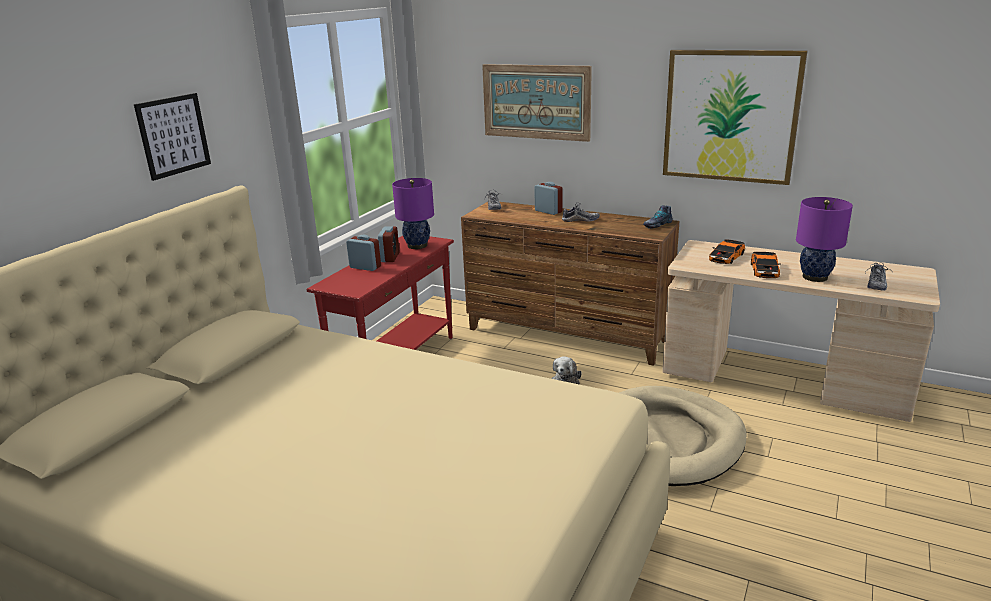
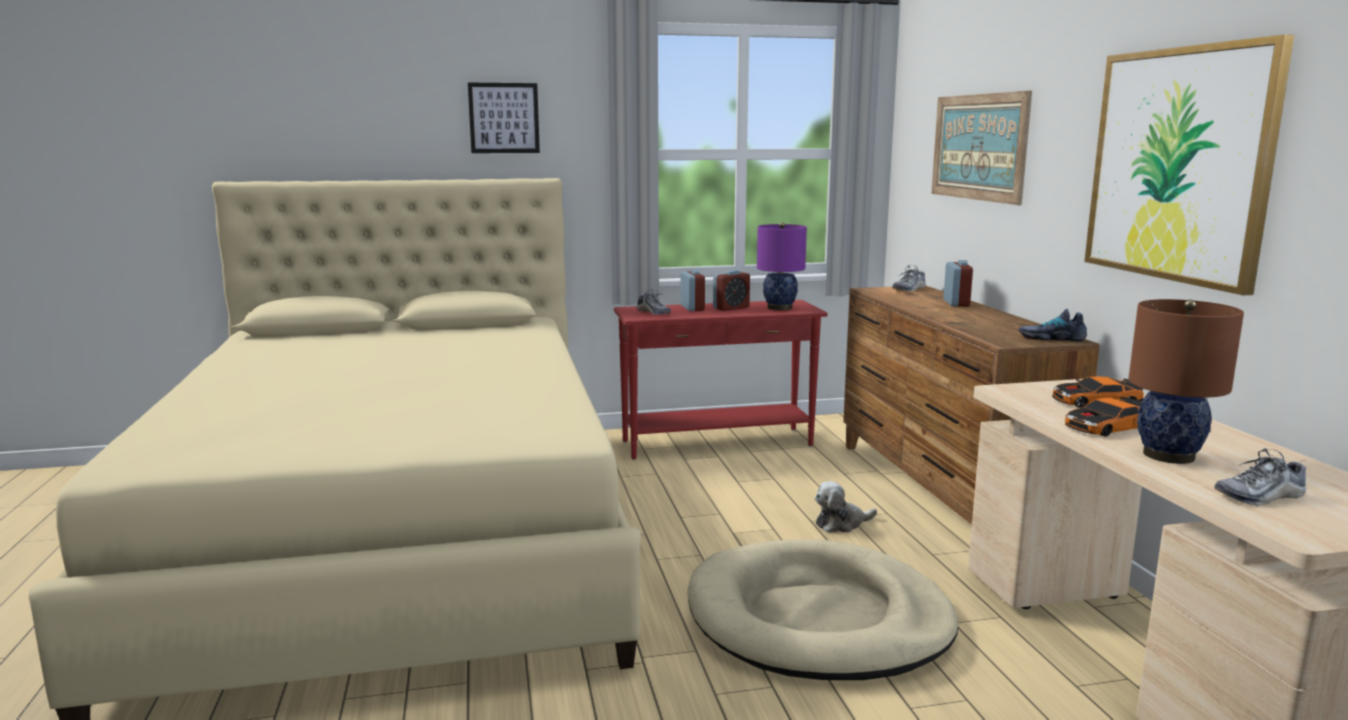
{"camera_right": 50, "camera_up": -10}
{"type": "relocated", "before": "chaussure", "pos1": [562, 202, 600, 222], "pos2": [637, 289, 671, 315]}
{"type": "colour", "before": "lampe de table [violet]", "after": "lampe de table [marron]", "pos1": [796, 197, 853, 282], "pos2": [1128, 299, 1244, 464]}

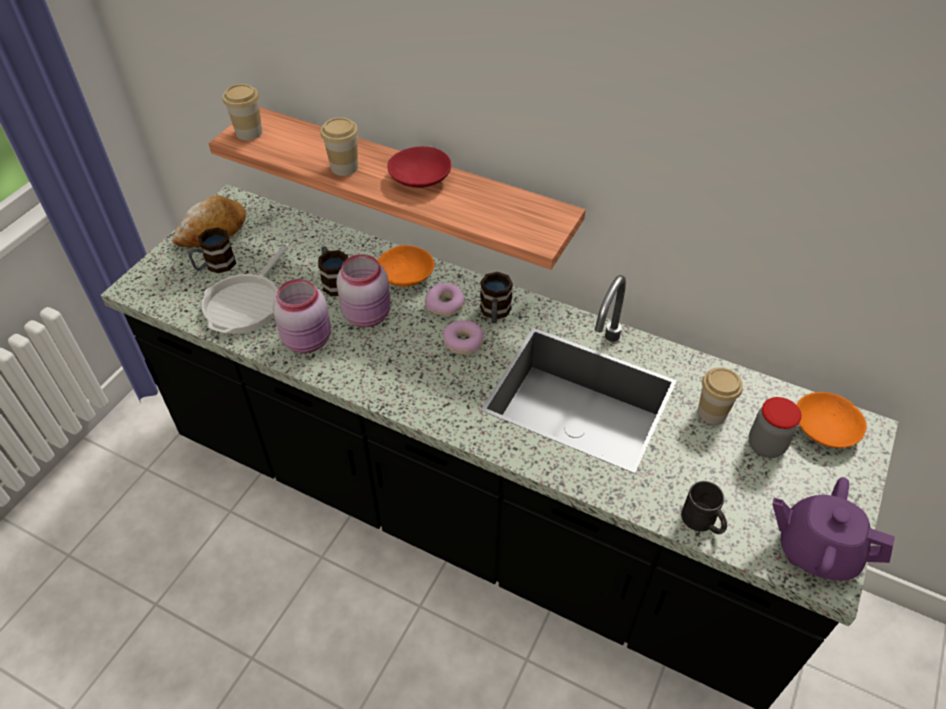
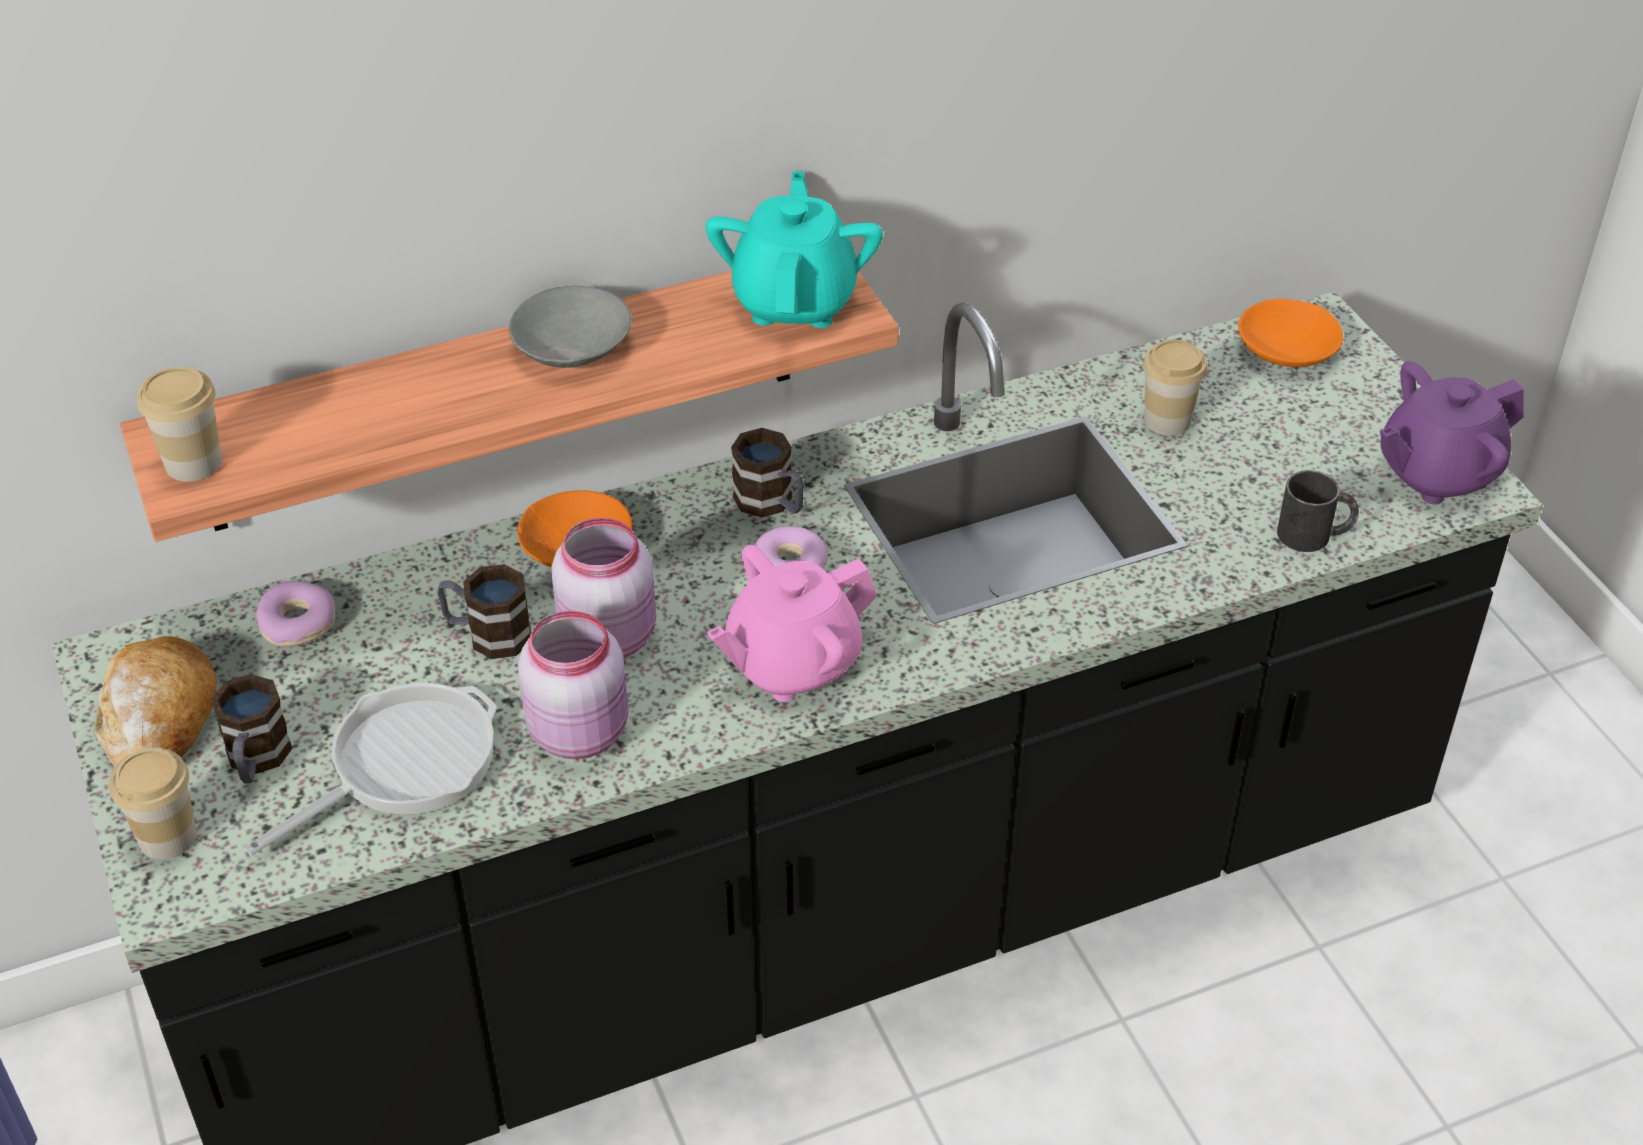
{"camera_right": -50, "camera_up": -5}
{"type": "missing", "before": "bocal", "pos1": [749, 397, 802, 458]}
{"type": "appeared", "after": "théière [turquoise]", "pos2": [706, 171, 883, 328]}
{"type": "appeared", "after": "théière [rose]", "pos2": [707, 545, 877, 702]}
{"type": "relocated", "before": "tasse", "pos1": [321, 117, 358, 176], "pos2": [110, 748, 197, 860]}
{"type": "relocated", "before": "beignet", "pos1": [425, 283, 465, 316], "pos2": [255, 581, 335, 647]}
{"type": "colour", "before": "bol [rouge]", "after": "bol [gris]", "pos1": [387, 146, 452, 188], "pos2": [509, 286, 632, 368]}
{"type": "spun", "before": "poêle", "pos1": [201, 243, 289, 334], "pos2": [245, 683, 497, 856], "turn": -105}

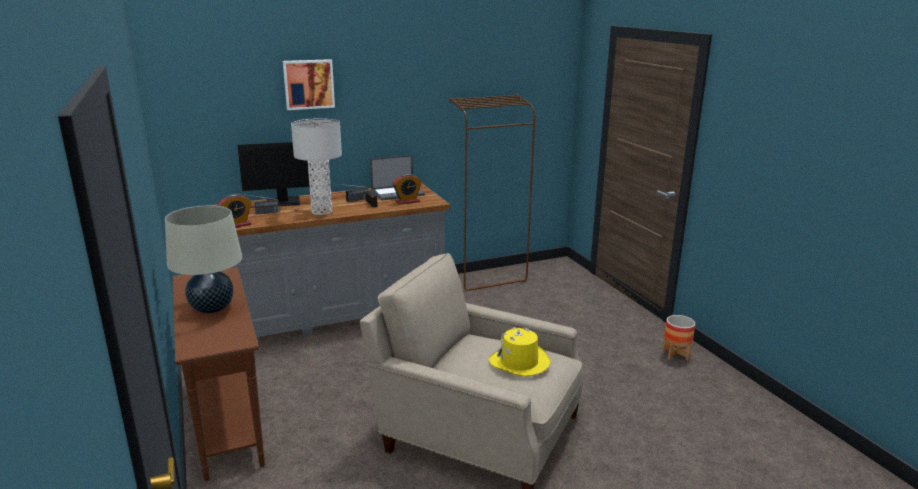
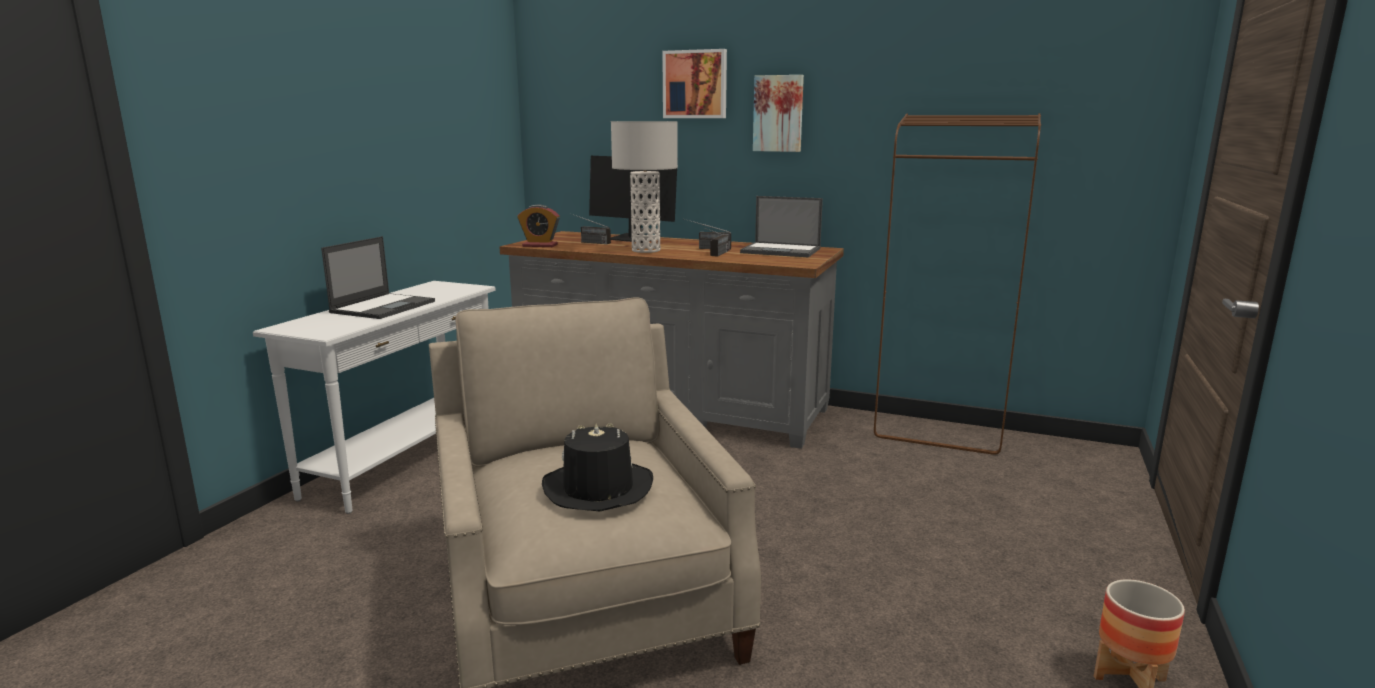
{"camera_right": 45, "camera_up": -5}
{"type": "missing", "before": "réveil", "pos1": [392, 173, 422, 205]}
{"type": "appeared", "after": "tableau", "pos2": [753, 75, 804, 152]}
{"type": "exchanged", "before": "lampe de table [beige]", "after": "ordinateur portable", "pos1": [165, 205, 242, 313], "pos2": [321, 236, 435, 319]}
{"type": "colour", "before": "table console [marron]", "after": "table console [blanc]", "pos1": [173, 267, 265, 482], "pos2": [253, 281, 496, 514]}
{"type": "colour", "before": "chapeau [jaune]", "after": "chapeau [noir]", "pos1": [489, 327, 551, 376], "pos2": [542, 423, 653, 511]}

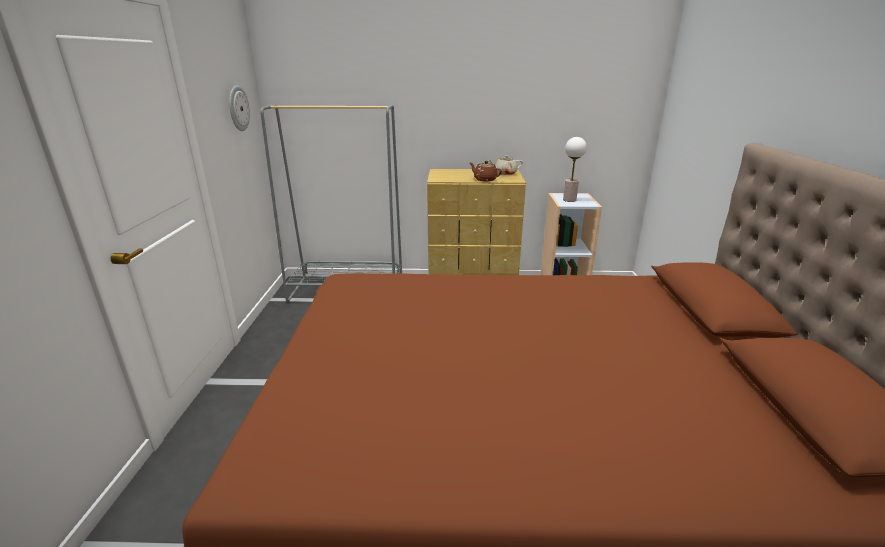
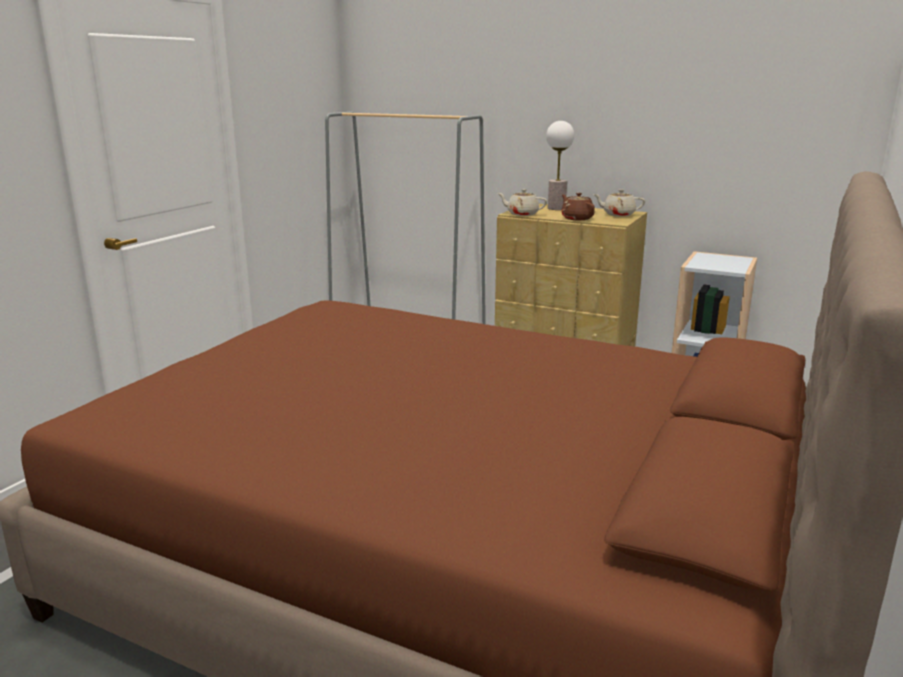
{"camera_right": 25, "camera_up": -5}
{"type": "missing", "before": "horloge murale", "pos1": [229, 85, 250, 131]}
{"type": "appeared", "after": "théière [beige]", "pos2": [498, 189, 547, 216]}
{"type": "relocated", "before": "lampe de table", "pos1": [563, 137, 587, 202], "pos2": [546, 121, 574, 210]}

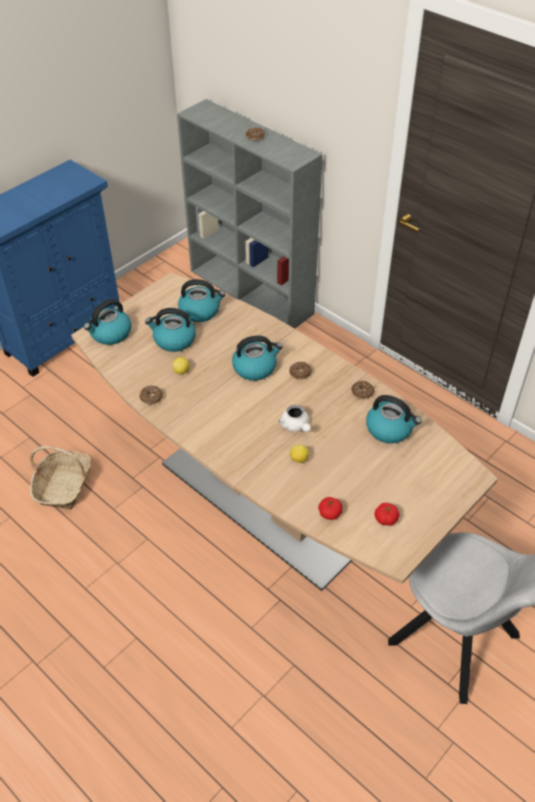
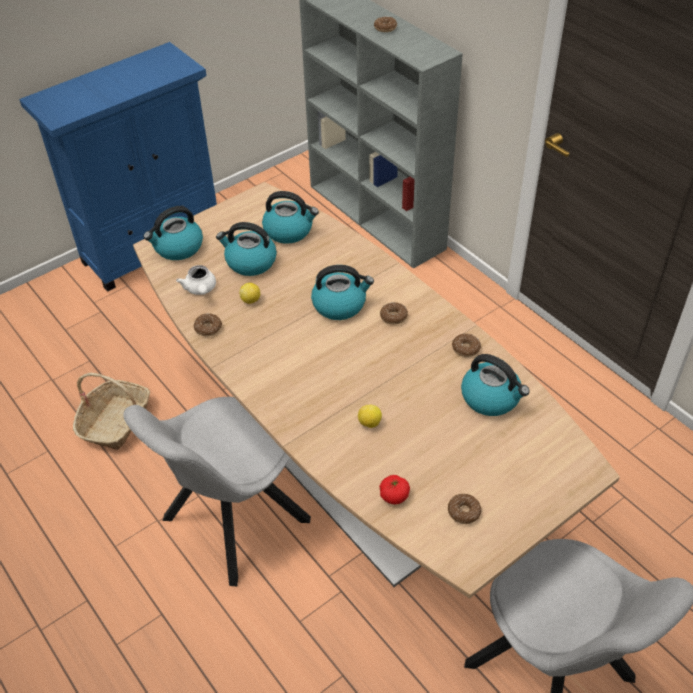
{"camera_right": 10, "camera_up": 0}
{"type": "appeared", "after": "chaise [gris]", "pos2": [123, 397, 311, 586]}
{"type": "relocated", "before": "théière [blanc]", "pos1": [278, 405, 311, 432], "pos2": [176, 265, 216, 295]}
{"type": "exchanged", "before": "tomate", "after": "beignet", "pos1": [374, 503, 399, 526], "pos2": [448, 494, 482, 524]}

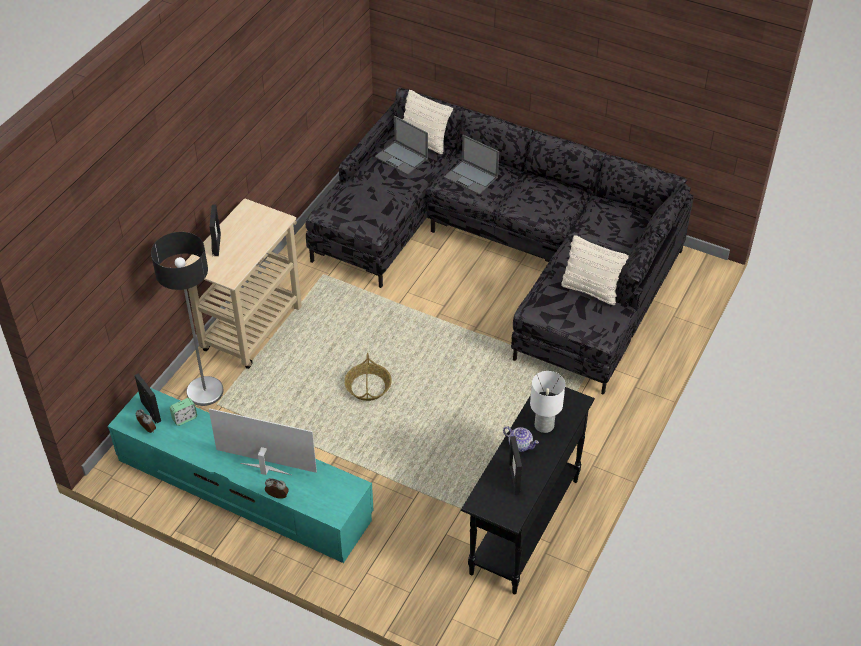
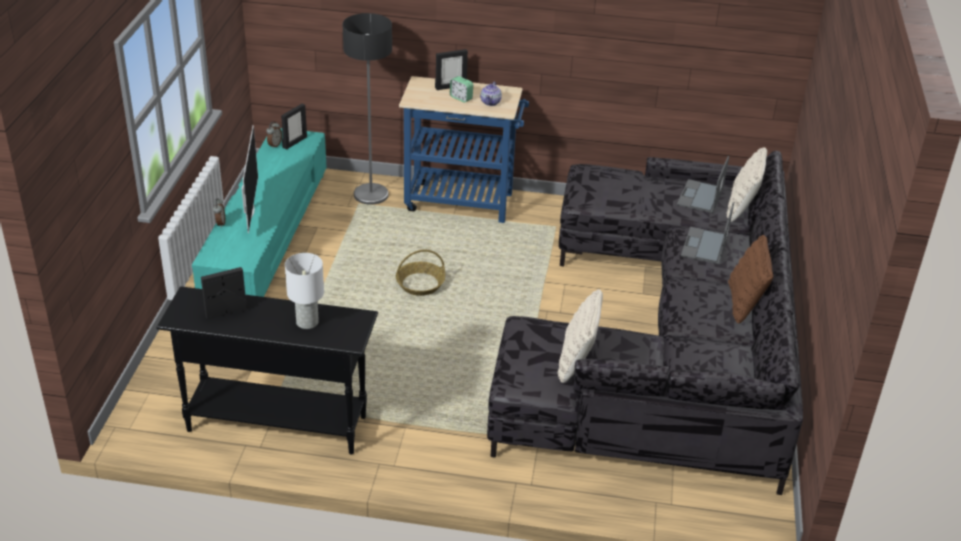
{"camera_right": 70, "camera_up": -10}
{"type": "appeared", "after": "coussin [marron]", "pos2": [728, 235, 773, 324]}
{"type": "relocated", "before": "réveil", "pos1": [170, 398, 197, 426], "pos2": [450, 76, 473, 103]}
{"type": "relocated", "before": "théière", "pos1": [503, 426, 539, 452], "pos2": [480, 82, 502, 106]}
{"type": "colour", "before": "chariot [beige]", "after": "chariot [bleu]", "pos1": [184, 199, 302, 369], "pos2": [399, 76, 529, 223]}

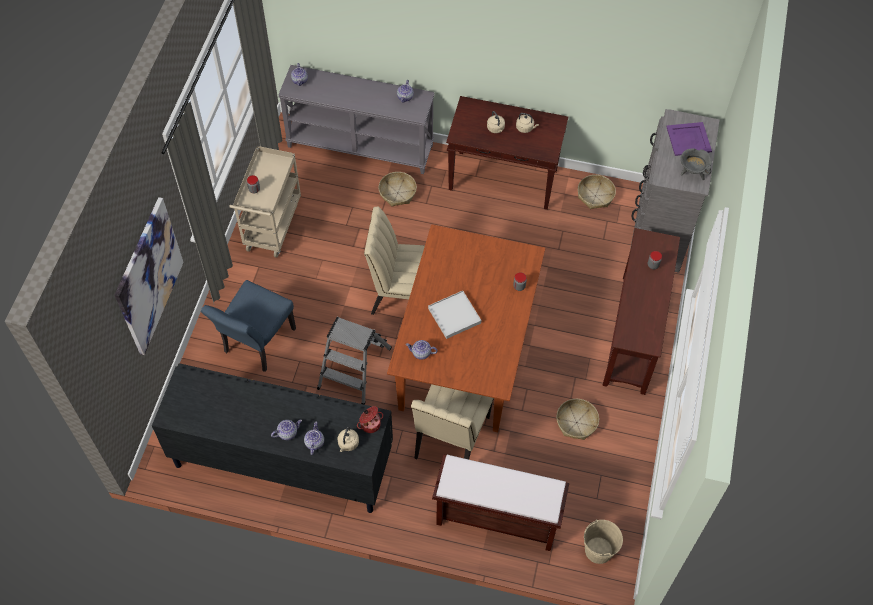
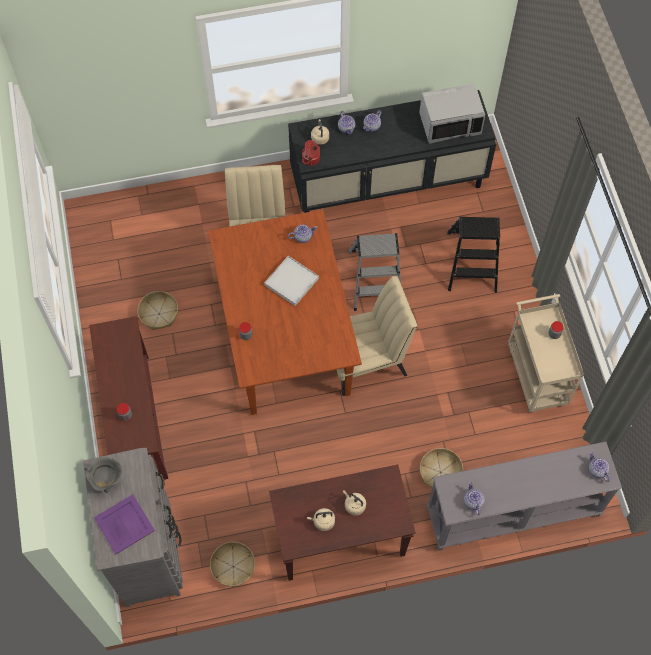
{"camera_right": 155, "camera_up": 5}
{"type": "missing", "before": "tableau", "pos1": [115, 197, 184, 355]}
{"type": "missing", "before": "banc [marron]", "pos1": [432, 455, 569, 551]}
{"type": "missing", "before": "seau [beige]", "pos1": [584, 519, 623, 564]}
{"type": "appeared", "after": "micro-ondes [gris]", "pos2": [419, 83, 485, 144]}
{"type": "exchanged", "before": "chaise [bleu]", "after": "escabeau [noir]", "pos1": [201, 280, 296, 372], "pos2": [447, 216, 500, 293]}

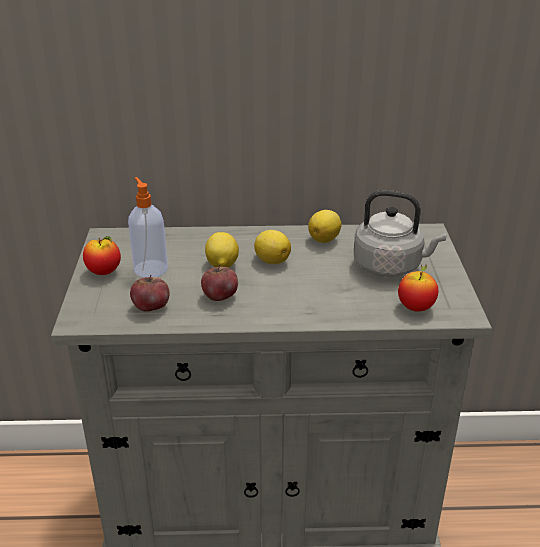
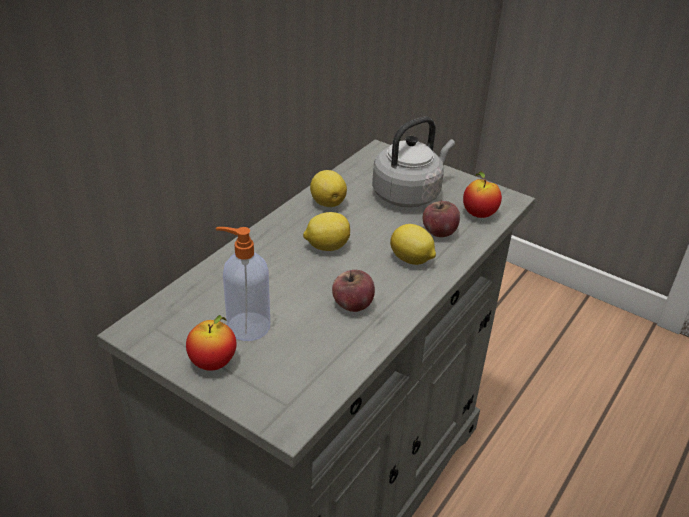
{"camera_right": -55, "camera_up": 5}
{"type": "relocated", "before": "pomme", "pos1": [130, 275, 170, 312], "pos2": [423, 199, 460, 237]}
{"type": "relocated", "before": "citron", "pos1": [205, 232, 239, 268], "pos2": [390, 224, 436, 265]}

